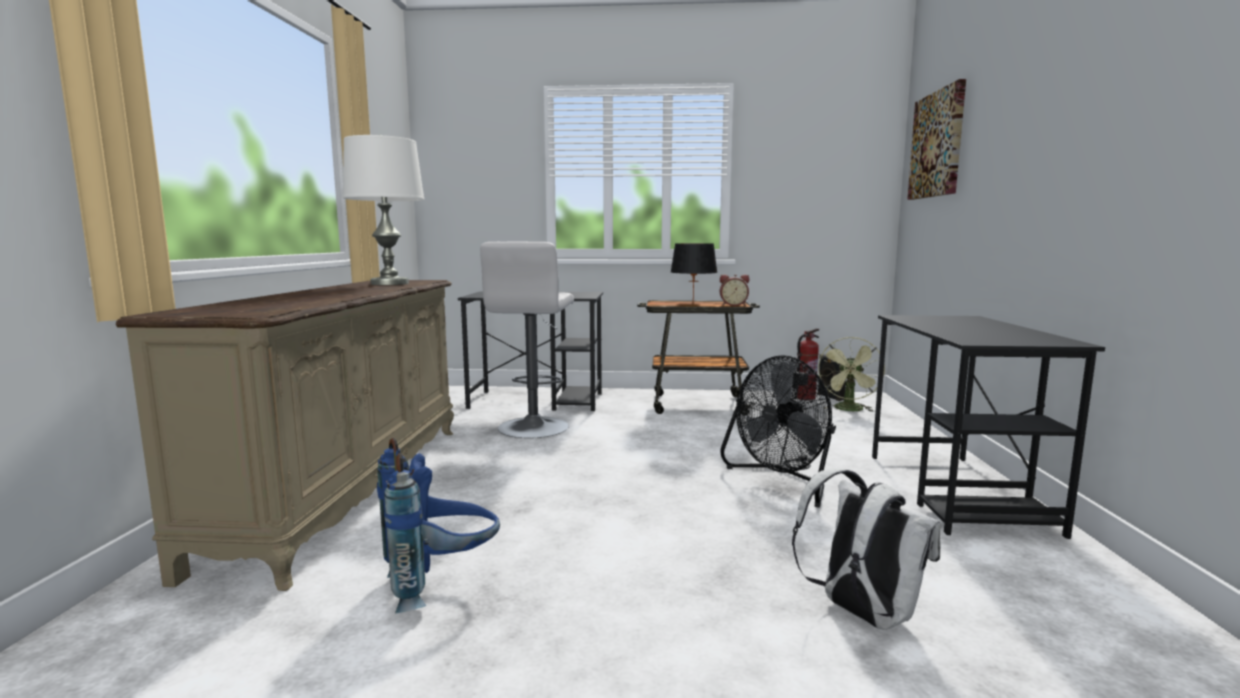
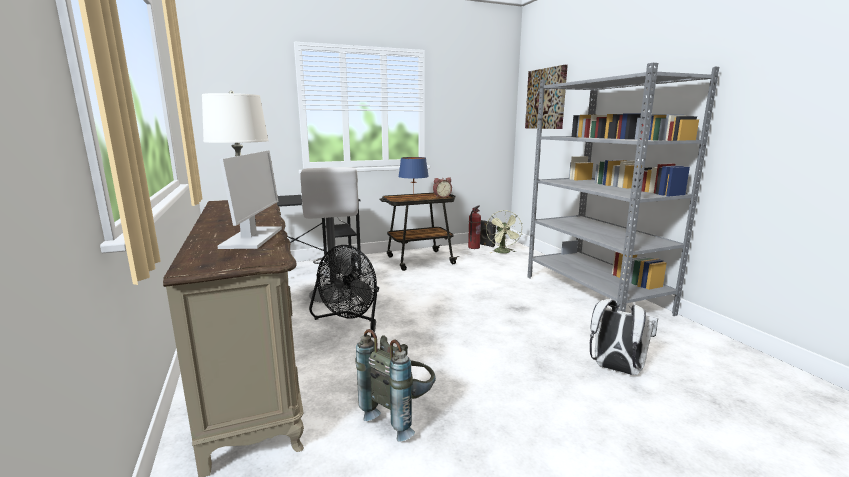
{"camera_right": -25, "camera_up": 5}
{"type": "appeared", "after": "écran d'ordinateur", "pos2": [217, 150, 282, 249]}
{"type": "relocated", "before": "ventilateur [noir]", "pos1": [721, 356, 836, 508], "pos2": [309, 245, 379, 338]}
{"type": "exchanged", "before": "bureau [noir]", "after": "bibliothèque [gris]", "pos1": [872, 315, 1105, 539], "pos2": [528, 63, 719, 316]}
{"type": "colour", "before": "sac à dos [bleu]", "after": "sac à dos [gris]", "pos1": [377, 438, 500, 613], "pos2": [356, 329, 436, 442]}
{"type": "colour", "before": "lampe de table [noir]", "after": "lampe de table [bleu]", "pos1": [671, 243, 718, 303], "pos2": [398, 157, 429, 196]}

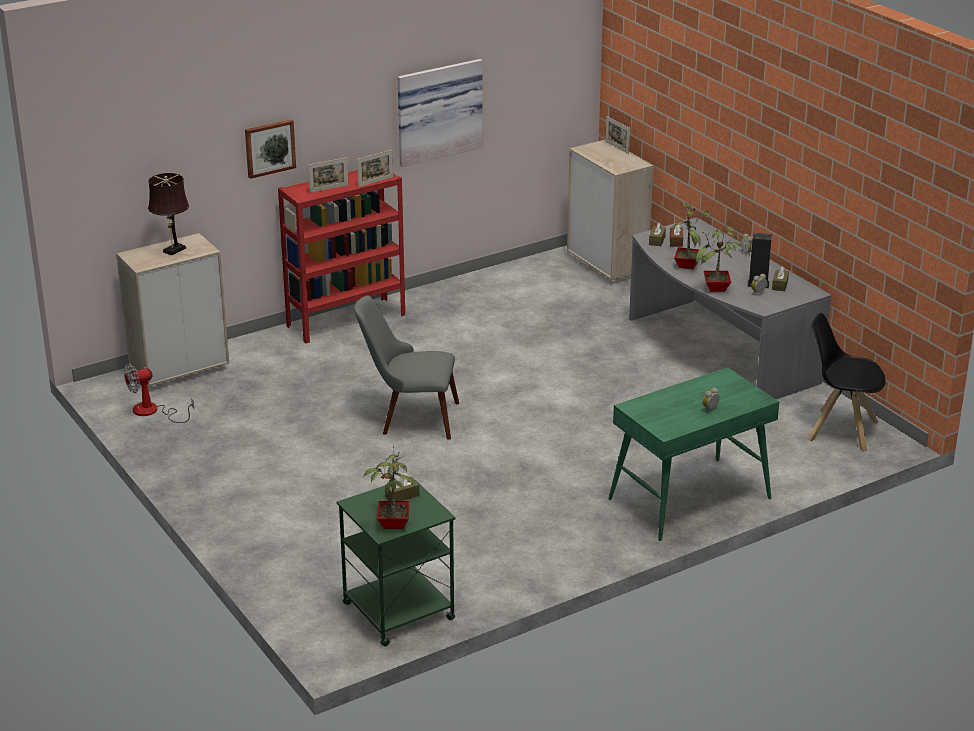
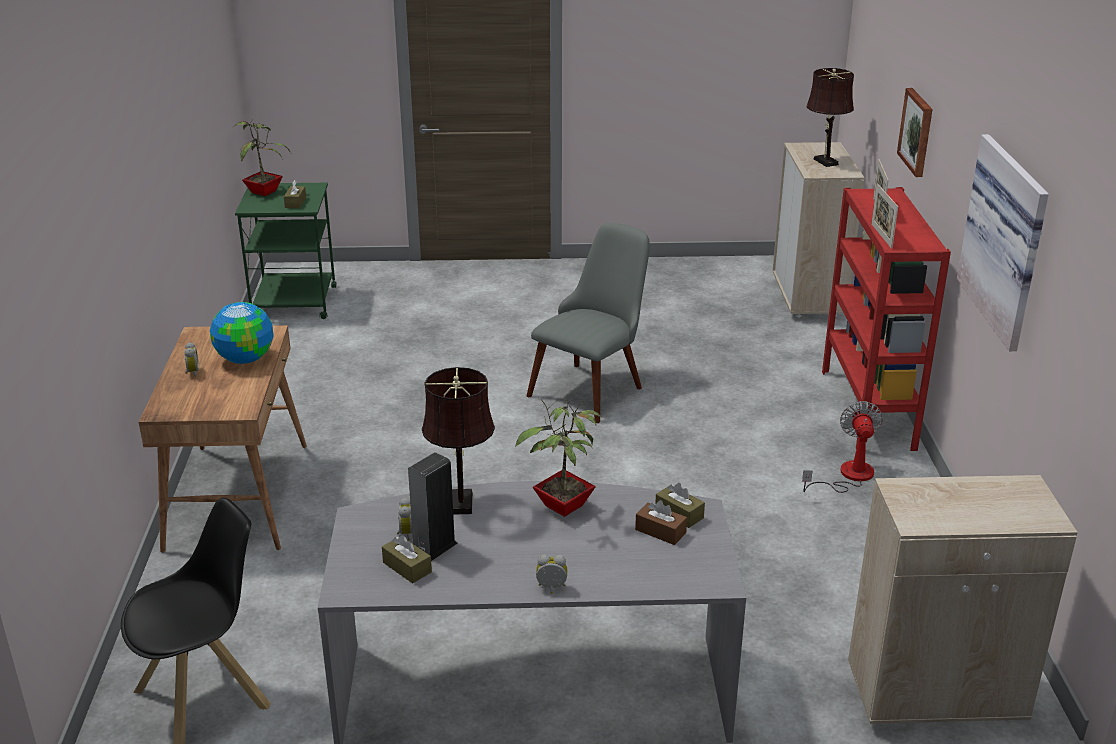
{"camera_right": 120, "camera_up": 0}
{"type": "missing", "before": "cadre photo", "pos1": [605, 116, 630, 154]}
{"type": "appeared", "after": "globe", "pos2": [210, 302, 273, 364]}
{"type": "relocated", "before": "ventilateur", "pos1": [124, 363, 194, 423], "pos2": [802, 401, 883, 493]}
{"type": "exchanged", "before": "plante en pot", "after": "lampe de table [marron]", "pos1": [696, 225, 742, 292], "pos2": [422, 367, 495, 515]}
{"type": "colour", "before": "bureau [vert]", "after": "bureau [marron]", "pos1": [608, 367, 779, 541], "pos2": [139, 325, 307, 553]}

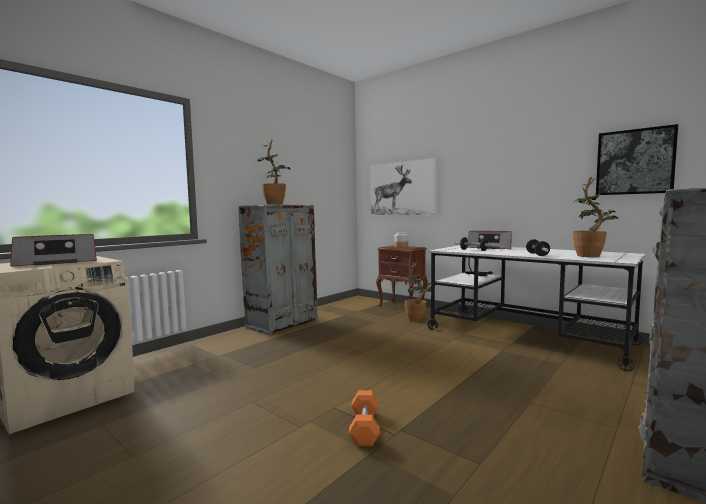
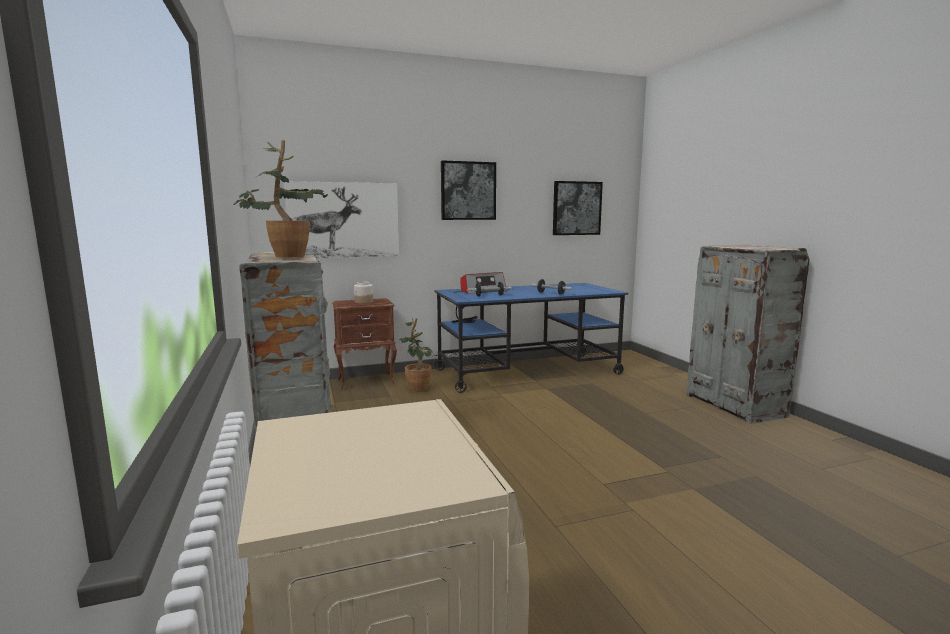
{"camera_right": -60, "camera_up": 5}
{"type": "missing", "before": "radio", "pos1": [10, 234, 97, 266]}
{"type": "missing", "before": "haltère [orange]", "pos1": [349, 390, 380, 446]}
{"type": "missing", "before": "plante en pot", "pos1": [573, 177, 619, 257]}
{"type": "appeared", "after": "tableau", "pos2": [441, 160, 496, 220]}
{"type": "colour", "before": "bureau [blanc]", "after": "bureau [bleu]", "pos1": [428, 245, 646, 371], "pos2": [434, 283, 628, 393]}

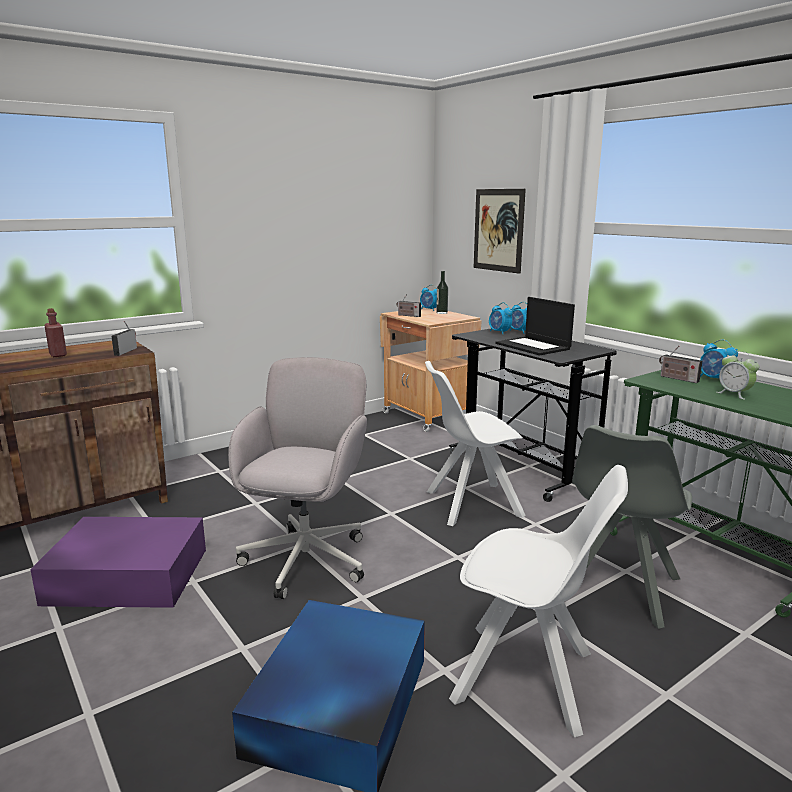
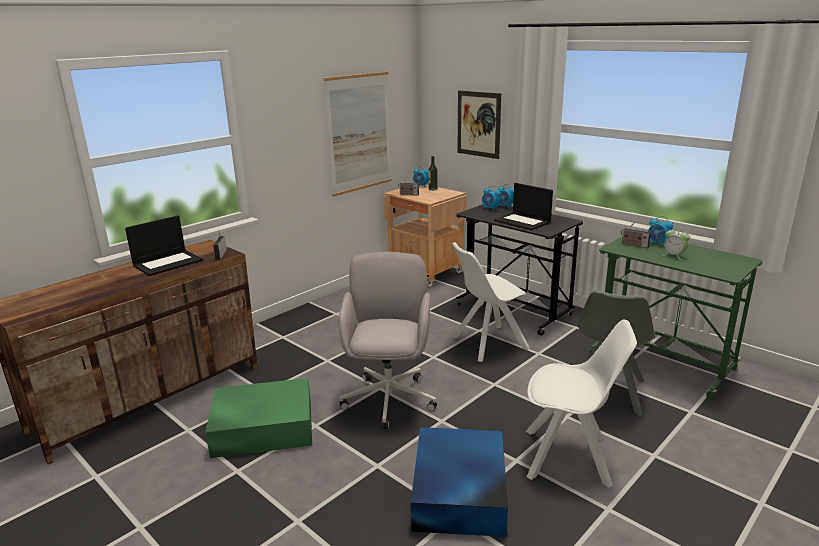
{"camera_right": -10, "camera_up": 5}
{"type": "appeared", "after": "tableau", "pos2": [324, 72, 392, 197]}
{"type": "exchanged", "before": "bouteille [rouge]", "after": "ordinateur portable", "pos1": [44, 308, 67, 357], "pos2": [125, 215, 203, 276]}
{"type": "colour", "before": "boîte de rangement [violet]", "after": "boîte de rangement [vert]", "pos1": [30, 517, 206, 608], "pos2": [205, 378, 312, 458]}

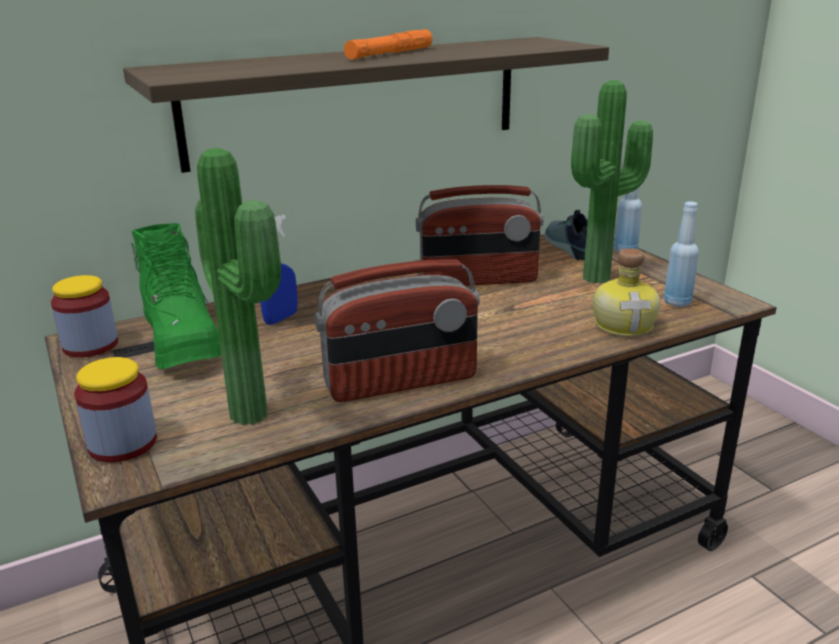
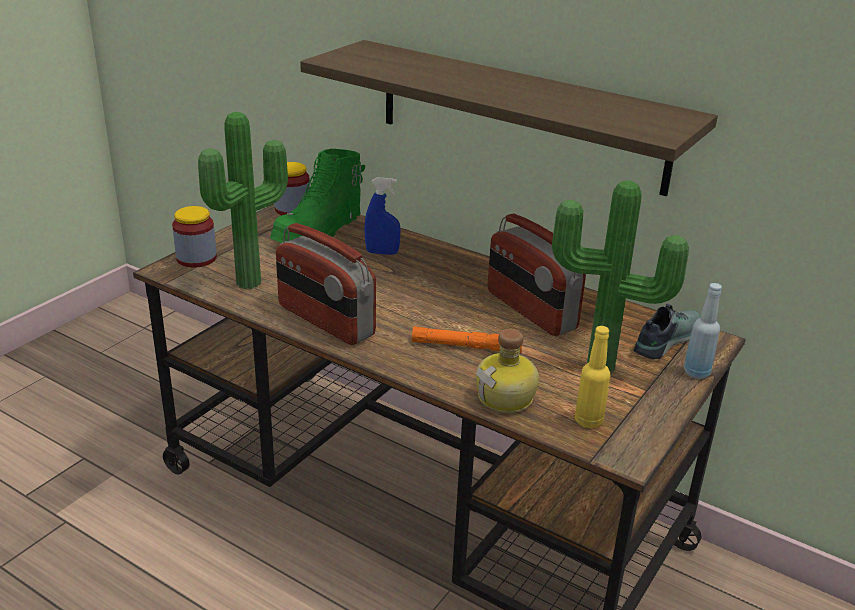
{"camera_right": 60, "camera_up": 5}
{"type": "relocated", "before": "lampe de poche [orange]", "pos1": [344, 29, 433, 60], "pos2": [412, 327, 522, 353]}
{"type": "colour", "before": "bouteille [bleu]", "after": "bouteille [jaune]", "pos1": [664, 201, 699, 307], "pos2": [575, 326, 611, 428]}

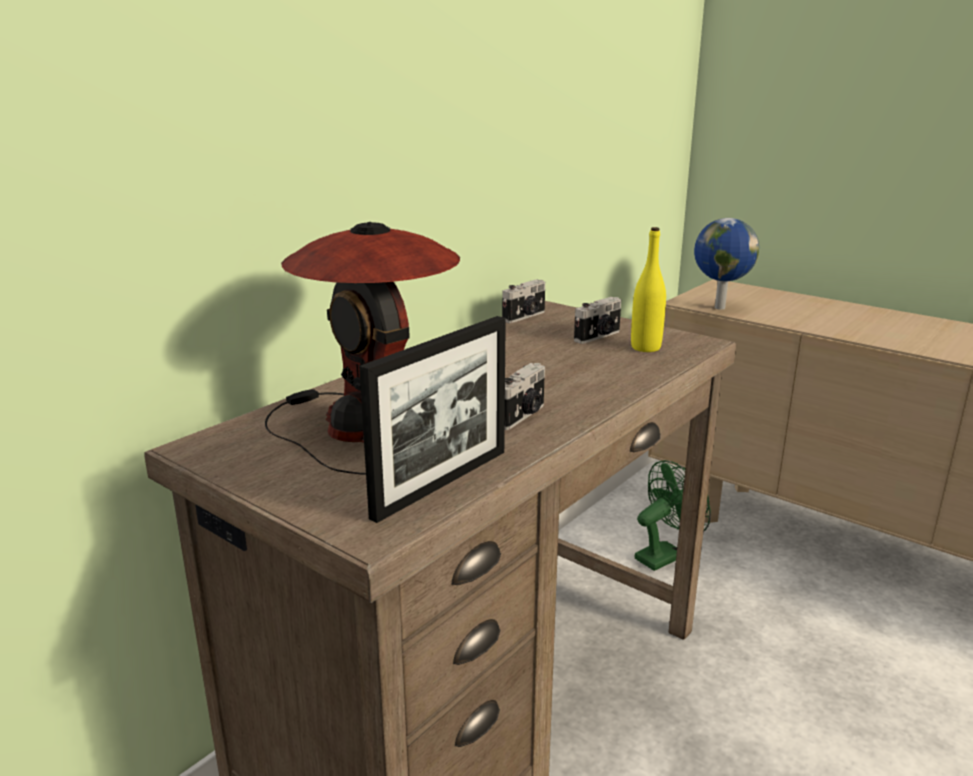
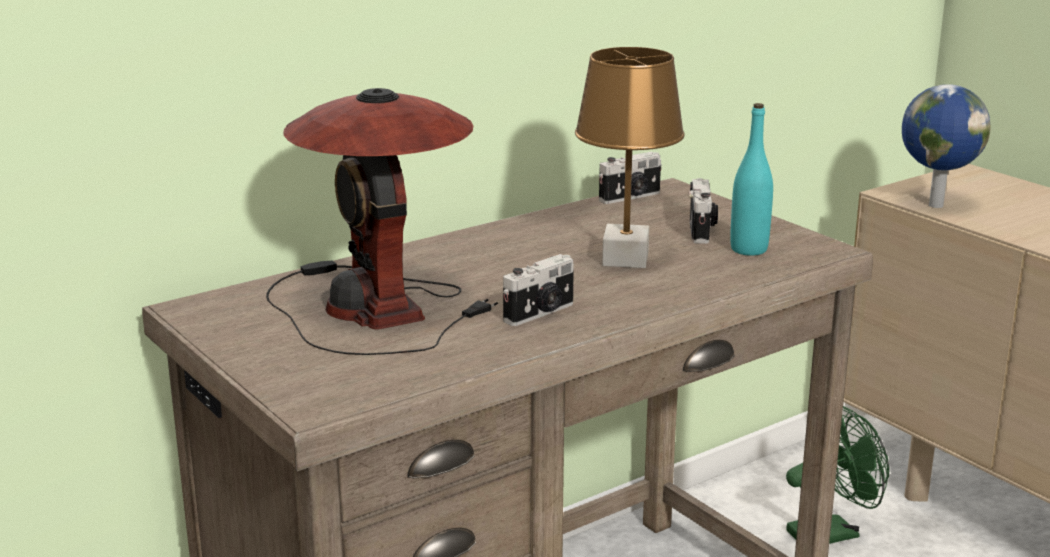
{"camera_right": 15, "camera_up": 0}
{"type": "missing", "before": "cadre photo", "pos1": [359, 316, 506, 523]}
{"type": "appeared", "after": "lampe de table [marron]", "pos2": [575, 47, 685, 268]}
{"type": "colour", "before": "bouteille [jaune]", "after": "bouteille [turquoise]", "pos1": [631, 227, 666, 352], "pos2": [730, 103, 773, 256]}
{"type": "spun", "before": "appareil photo", "pos1": [574, 297, 621, 344], "pos2": [689, 178, 718, 244], "turn": -60}

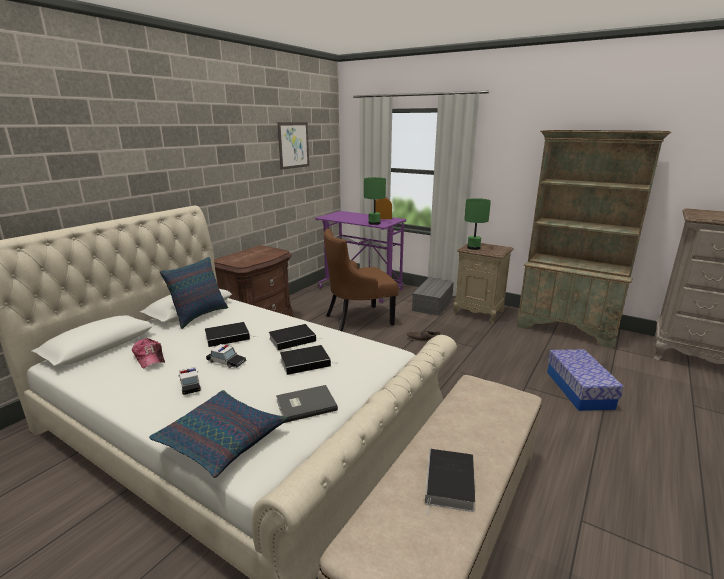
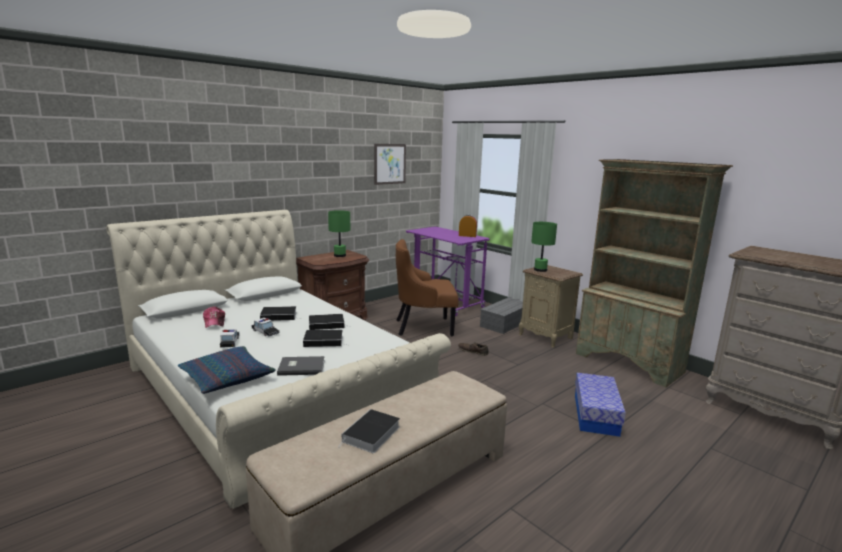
{"camera_right": 15, "camera_up": -5}
{"type": "missing", "before": "coussin [bleu]", "pos1": [160, 257, 228, 329]}
{"type": "relocated", "before": "lampe de table [vert]", "pos1": [364, 177, 386, 225], "pos2": [328, 210, 350, 257]}

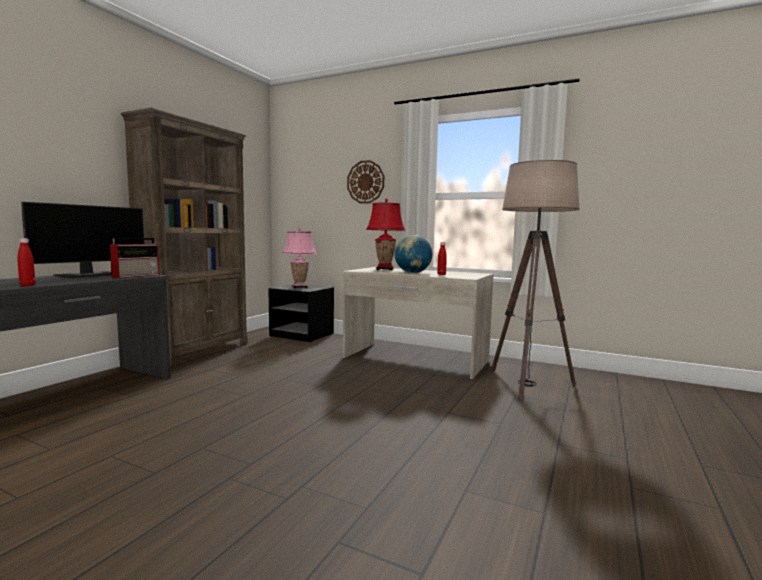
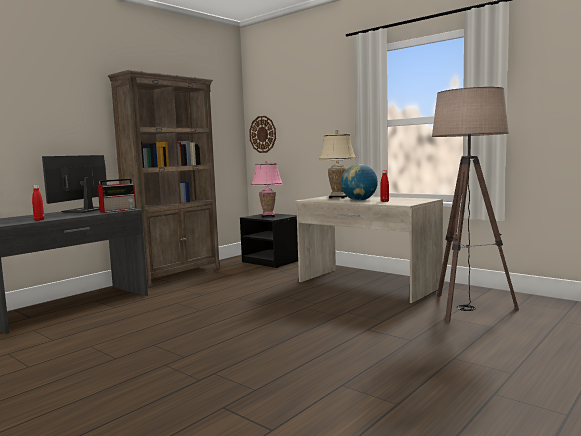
{"camera_right": 15, "camera_up": 0}
{"type": "relocated", "before": "horloge murale", "pos1": [347, 160, 384, 204], "pos2": [249, 116, 276, 153]}
{"type": "colour", "before": "lampe de table [rouge]", "after": "lampe de table [beige]", "pos1": [366, 198, 406, 270], "pos2": [318, 129, 356, 199]}
{"type": "spun", "before": "écran d'ordinateur", "pos1": [21, 202, 144, 278], "pos2": [42, 155, 107, 213], "turn": 150}

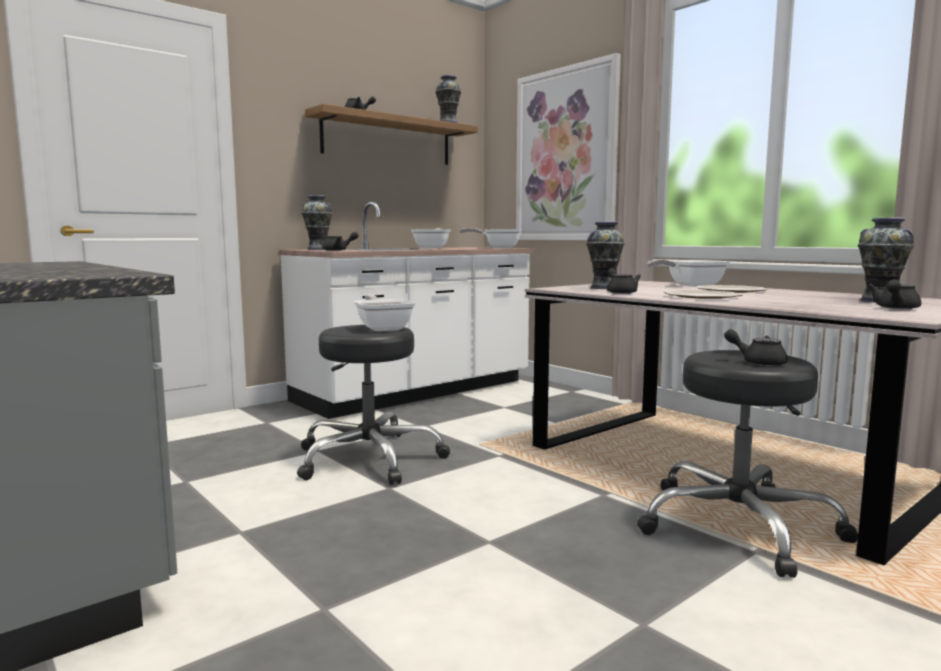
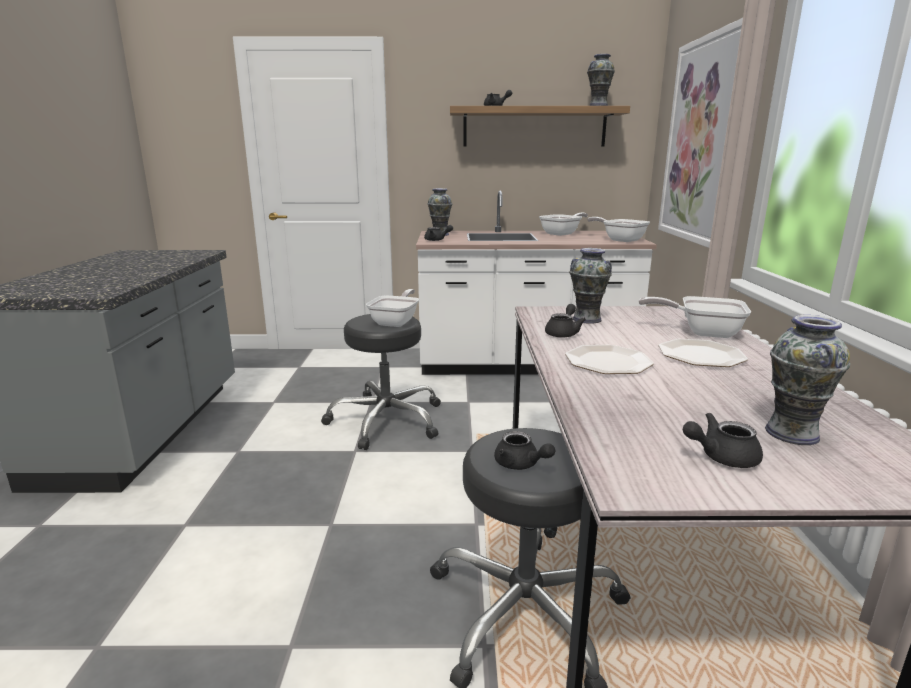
{"camera_right": 40, "camera_up": 10}
{"type": "spun", "before": "théière [noir]", "pos1": [724, 329, 788, 366], "pos2": [494, 431, 555, 470], "turn": 150}

